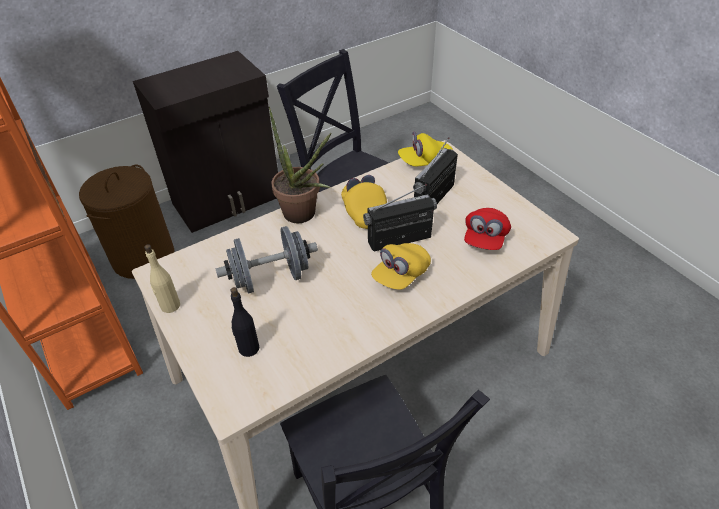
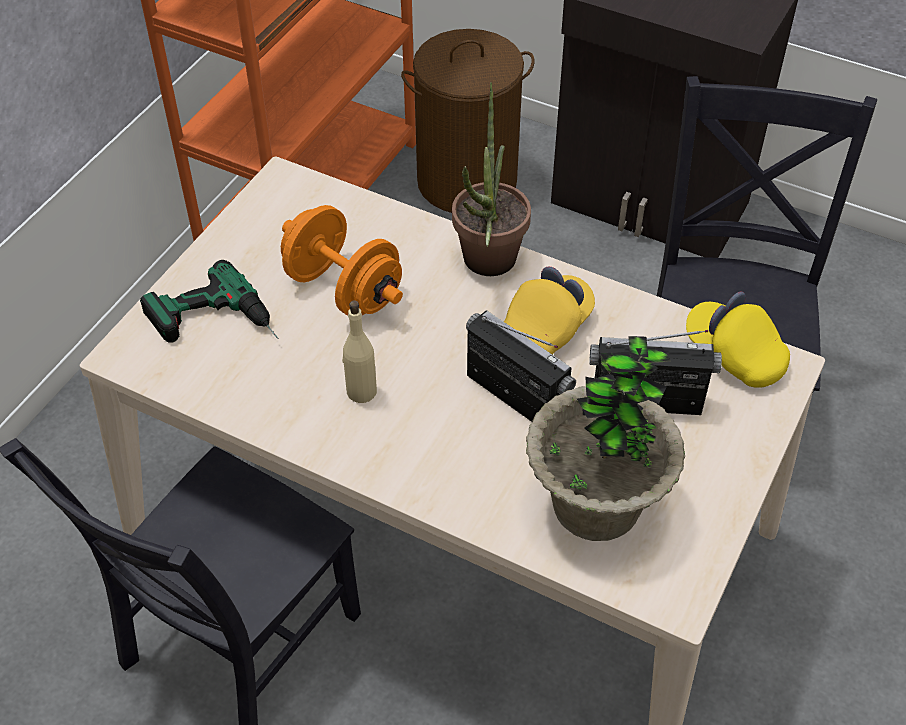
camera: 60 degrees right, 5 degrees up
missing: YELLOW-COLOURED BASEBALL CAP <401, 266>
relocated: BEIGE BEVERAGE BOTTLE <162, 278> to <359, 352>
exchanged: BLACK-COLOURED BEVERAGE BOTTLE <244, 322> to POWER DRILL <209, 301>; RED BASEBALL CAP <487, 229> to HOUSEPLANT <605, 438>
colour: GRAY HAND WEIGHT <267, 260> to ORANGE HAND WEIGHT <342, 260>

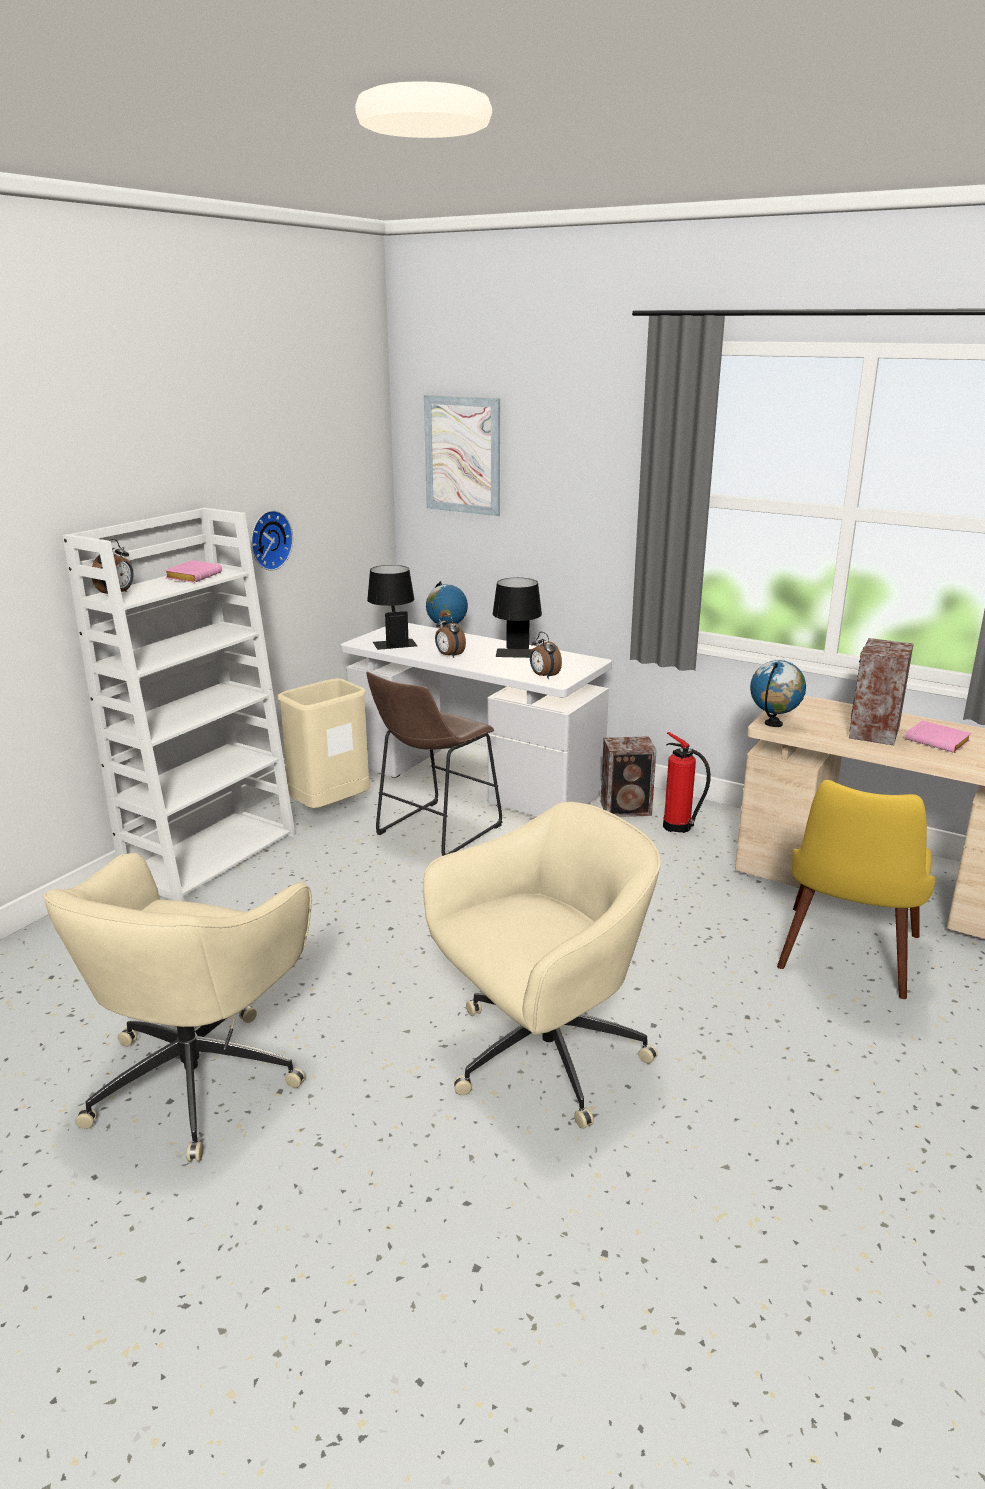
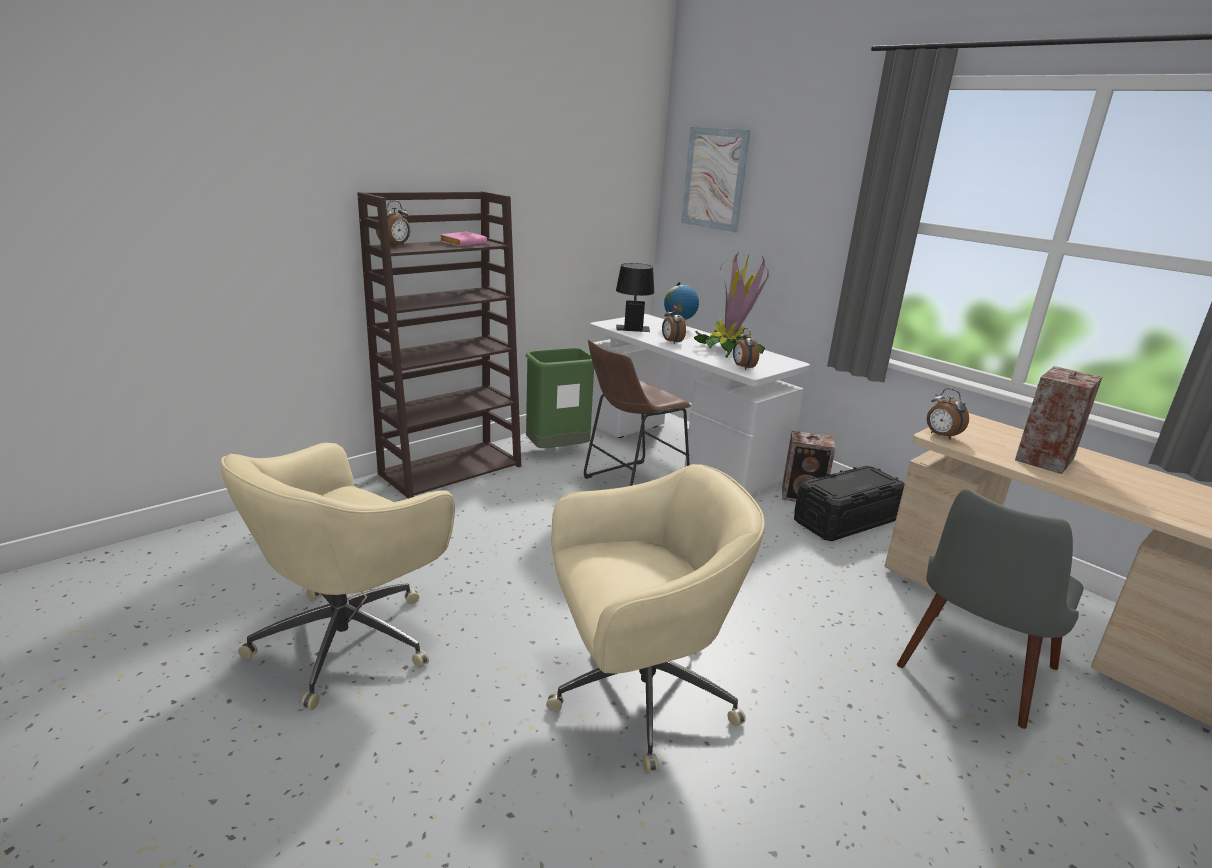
camera: 15 degrees right, 0 degrees up
missing: CLOCK ON THE WALL <272, 540>; PINK VOLUME <938, 736>
exchanged: BLACK-COLOURED TABLETOP LAMP <517, 618> to HOUSEPLANT <731, 305>; FIRE-FIGHTING CYLINDER <687, 782> to BLACK-COLOURED STORAGE CONTAINER <849, 503>; GLOBE <778, 693> to TABLE CLOCK <948, 414>
colour: WHITE-COLOURED BOOKCASE <179, 704> to BROWN-COLOURED BOOKCASE <439, 345>; BEIGE WASTE BIN <323, 743> to GREENISH WASTE BIN <560, 398>; YELLOW-COLOURED UPRIGHT CHAIR <856, 889> to GRAY UPRIGHT CHAIR <990, 608>

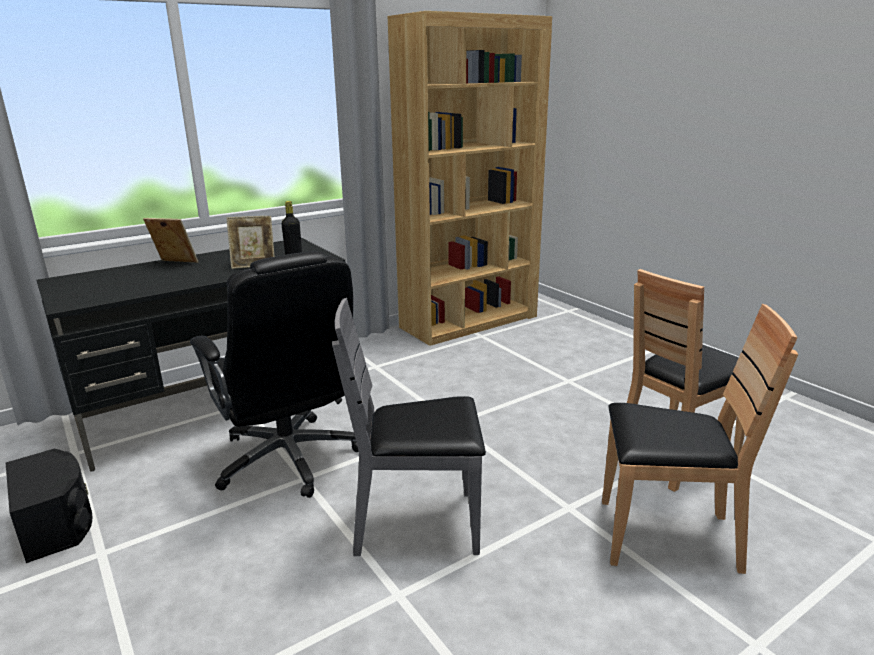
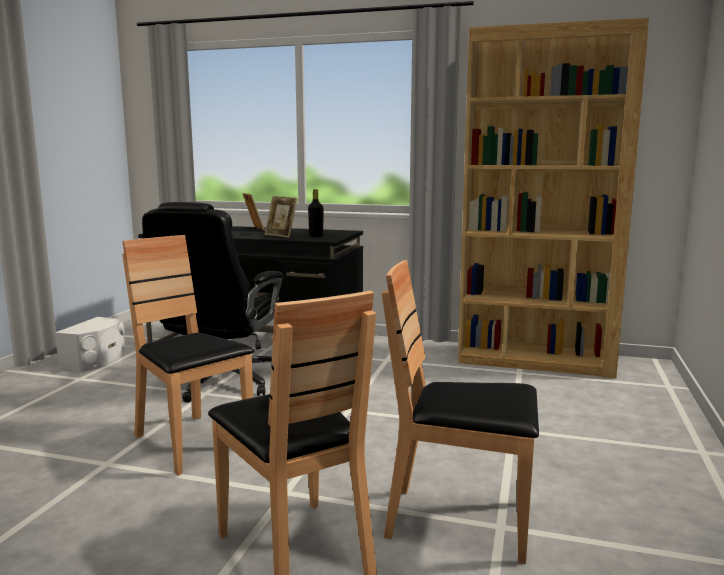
camera: 50 degrees right, 10 degrees down
colour: BLACK-COLOURED LOUDSPEAKER <49, 506> to WHITE-COLOURED LOUDSPEAKER <90, 344>; GRAY UPRIGHT CHAIR <409, 427> to BROWN-COLOURED UPRIGHT CHAIR <188, 355>

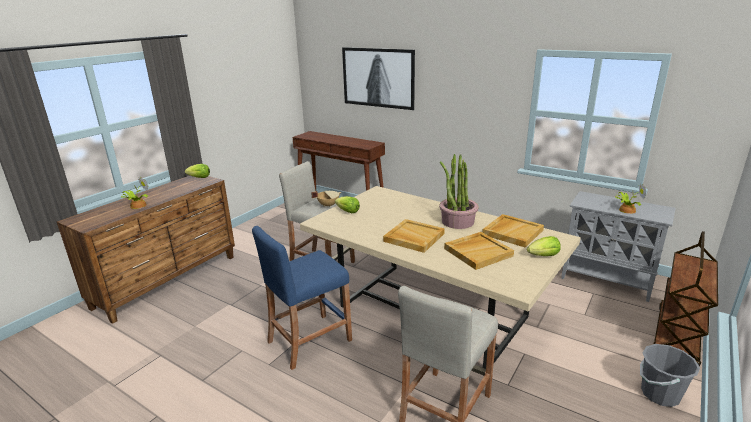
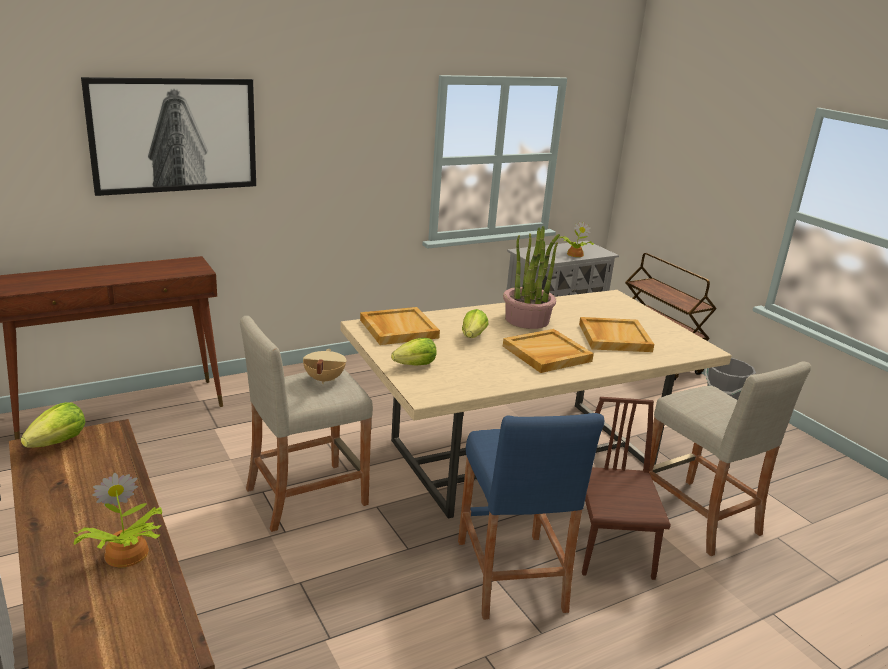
camera: 65 degrees left, 0 degrees up
appeared: BROWN-COLOURED UPRIGHT CHAIR <626, 488>
relocated: BEIGE TRAY <513, 230> to <400, 326>; HEAD OF LETTUCE <544, 246> to <475, 323>

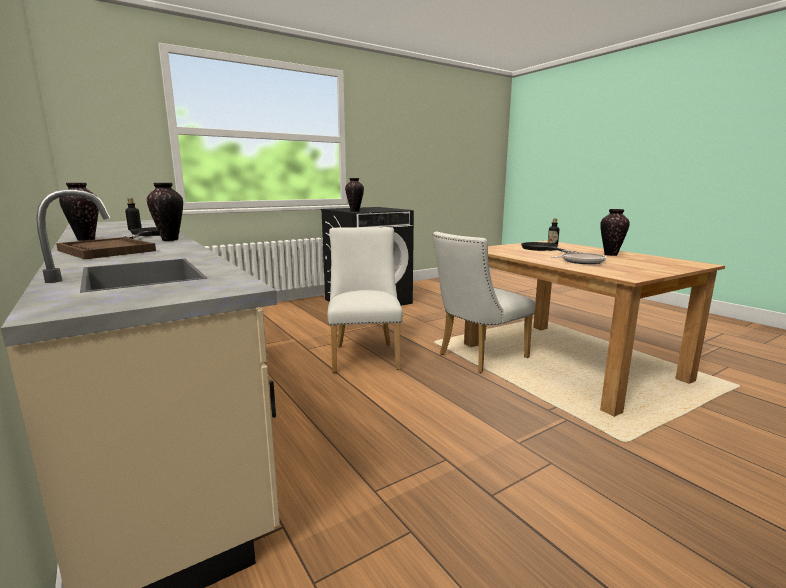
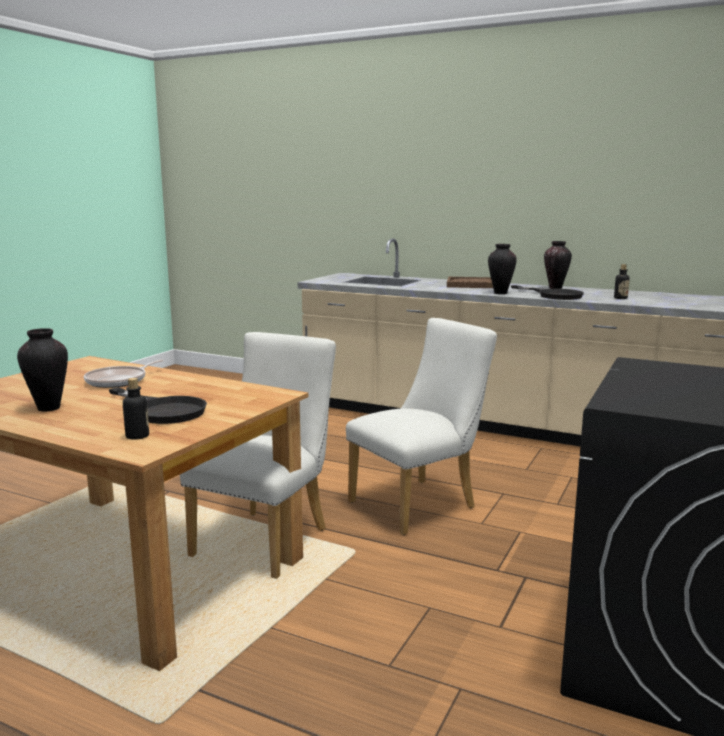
camera: 150 degrees right, 0 degrees up
missing: DECORATIVE VASE <354, 195>
spun: WHITE-COLOURED UPRIGHT CHAIR <365, 300> = <421, 426> 90 degrees counterclockwise

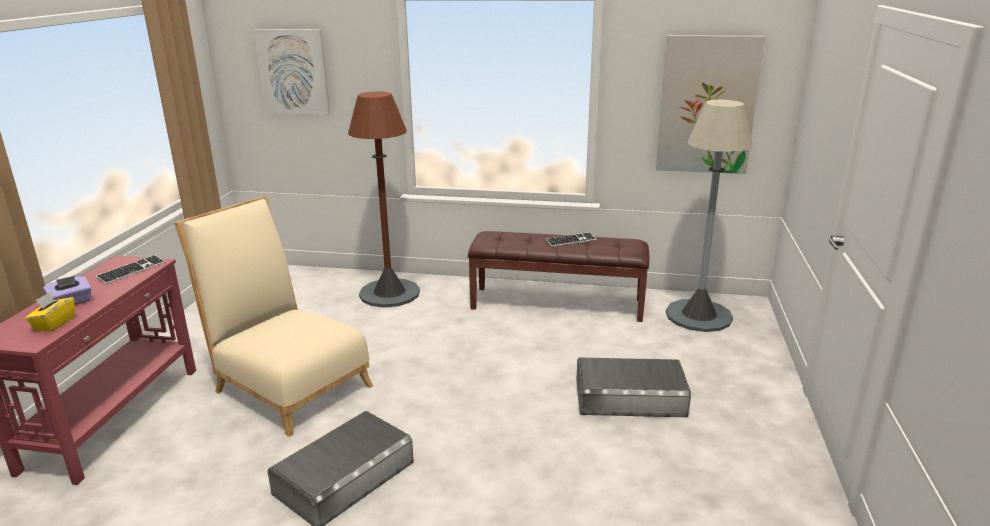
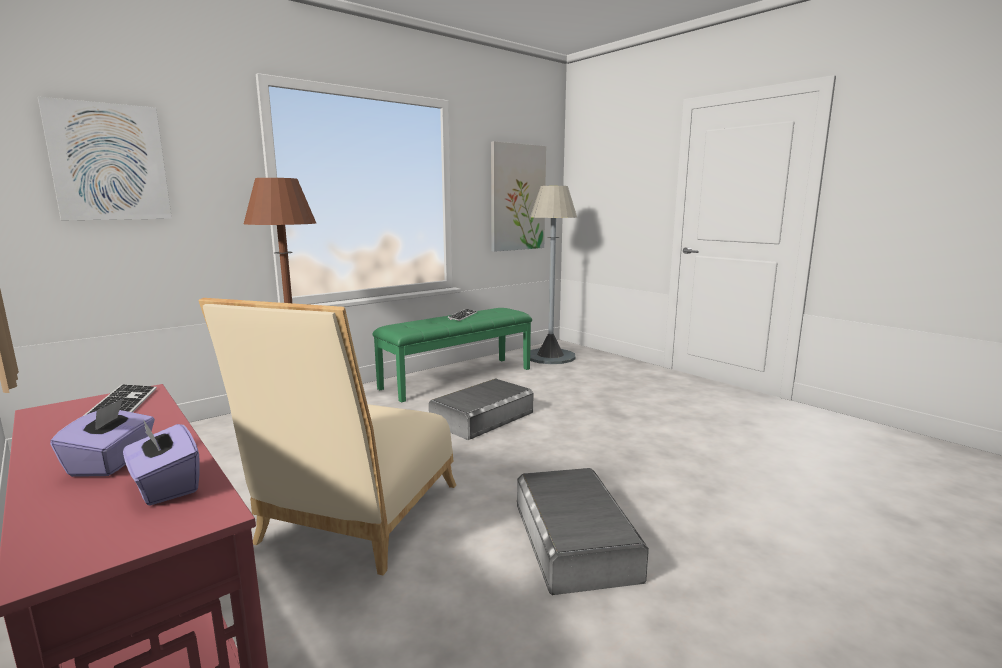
camera: 50 degrees left, 10 degrees down
relocated: GRAY STORAGE CONTAINER <633, 387> to <481, 409>
colour: YELLOW-COLOURED BOX OF TISSUES <50, 312> to PURPLISH BOX OF TISSUES <161, 462>; BROWN-COLOURED INDOOR BENCH <559, 276> to GREENISH INDOOR BENCH <452, 355>
spun: BEIGE UPRIGHT CHAIR <273, 316> = <327, 437> 60 degrees counterclockwise

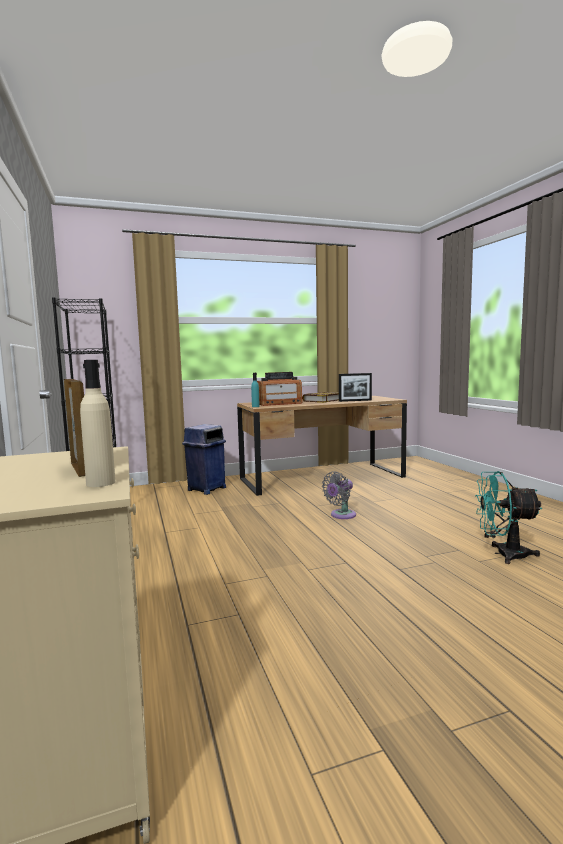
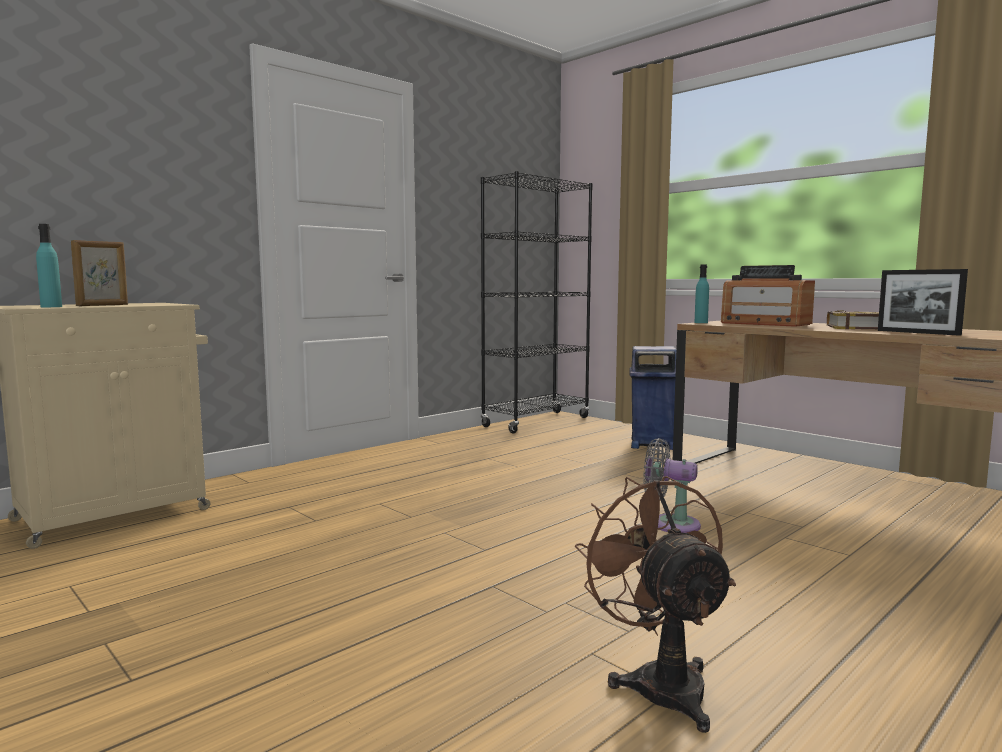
camera: 65 degrees right, 0 degrees up
colour: BEIGE BEVERAGE BOTTLE <97, 423> to TURQUOISE-COLOURED BEVERAGE BOTTLE <49, 265>; TURQUOISE-COLOURED ELECTRIC FAN <509, 517> to BROWN-COLOURED ELECTRIC FAN <655, 604>

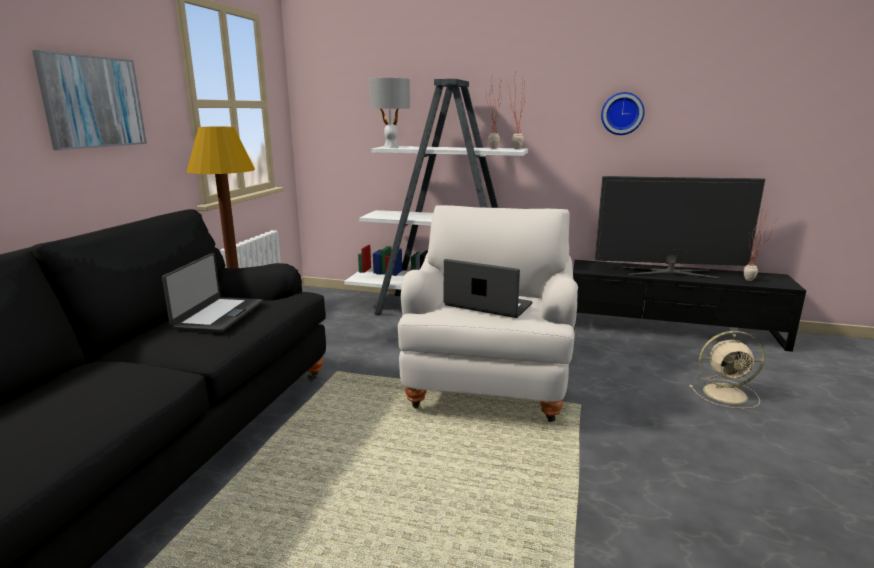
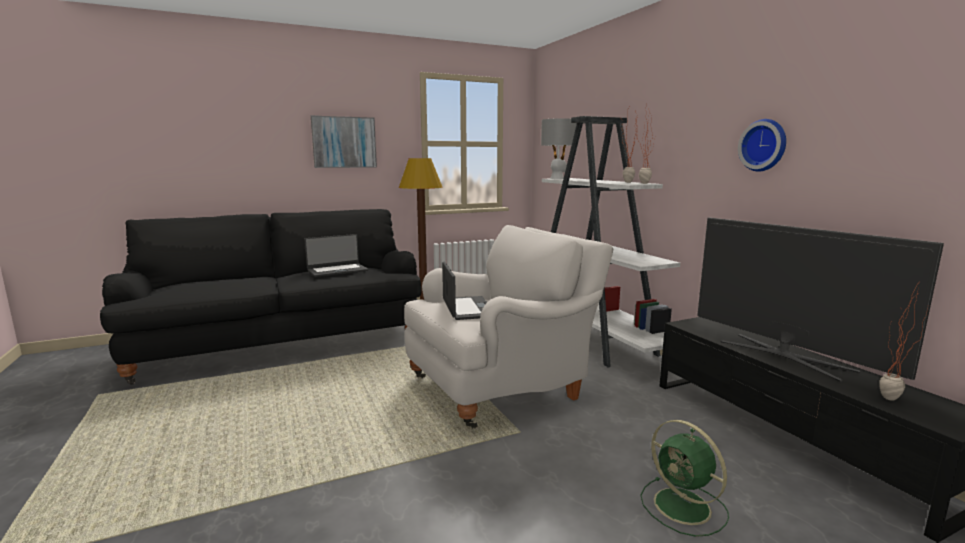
camera: 50 degrees right, 5 degrees down
colour: BEIGE ELECTRIC FAN <727, 370> to GREENISH ELECTRIC FAN <684, 478>

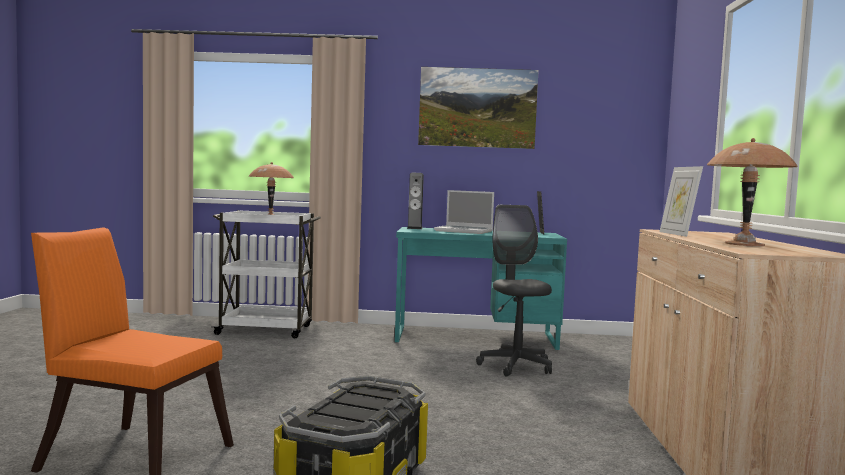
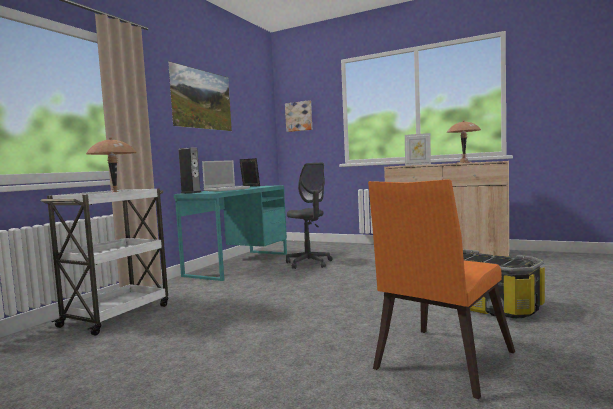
camera: 65 degrees left, 0 degrees up
appeared: WALL ART <298, 116>
spun: GRAY OFFICE CHAIR <514, 291> = <309, 216> 135 degrees counterclockwise

